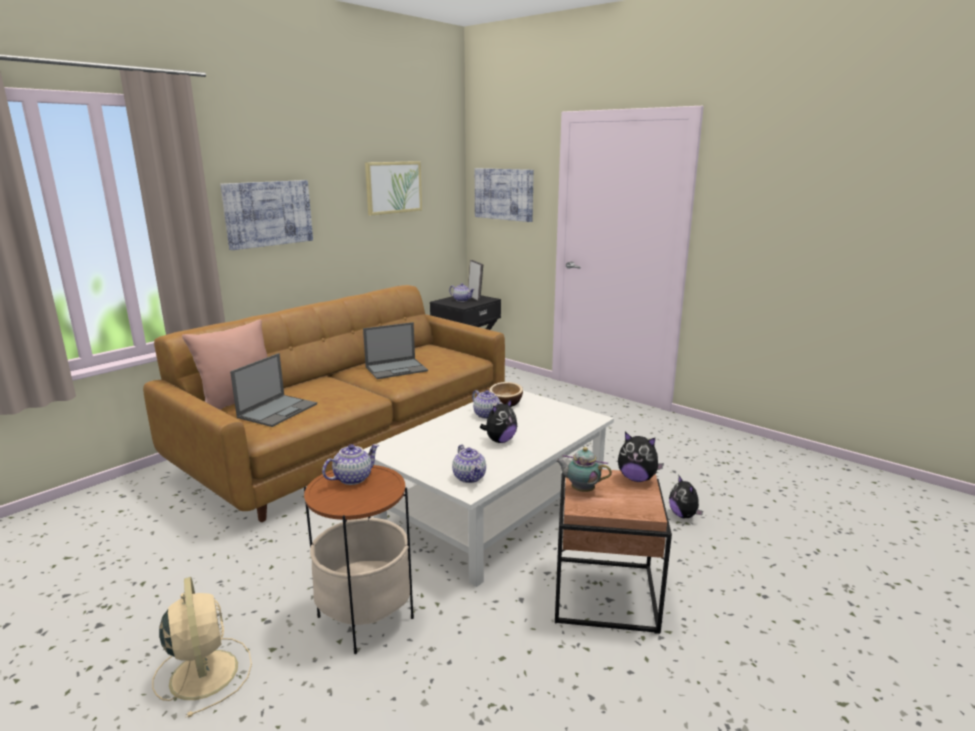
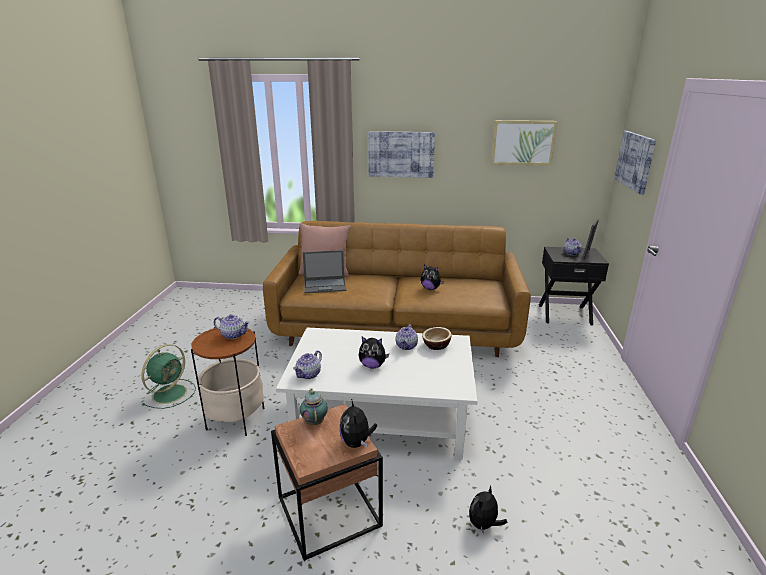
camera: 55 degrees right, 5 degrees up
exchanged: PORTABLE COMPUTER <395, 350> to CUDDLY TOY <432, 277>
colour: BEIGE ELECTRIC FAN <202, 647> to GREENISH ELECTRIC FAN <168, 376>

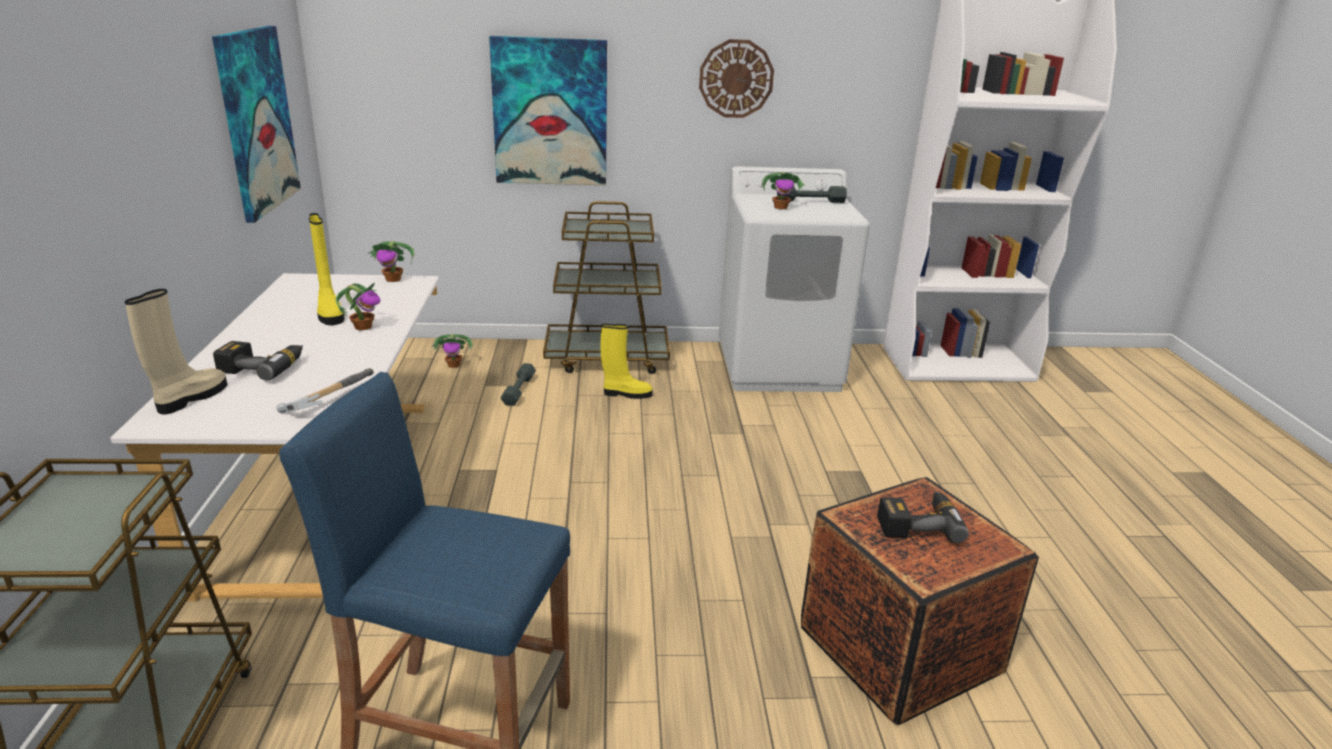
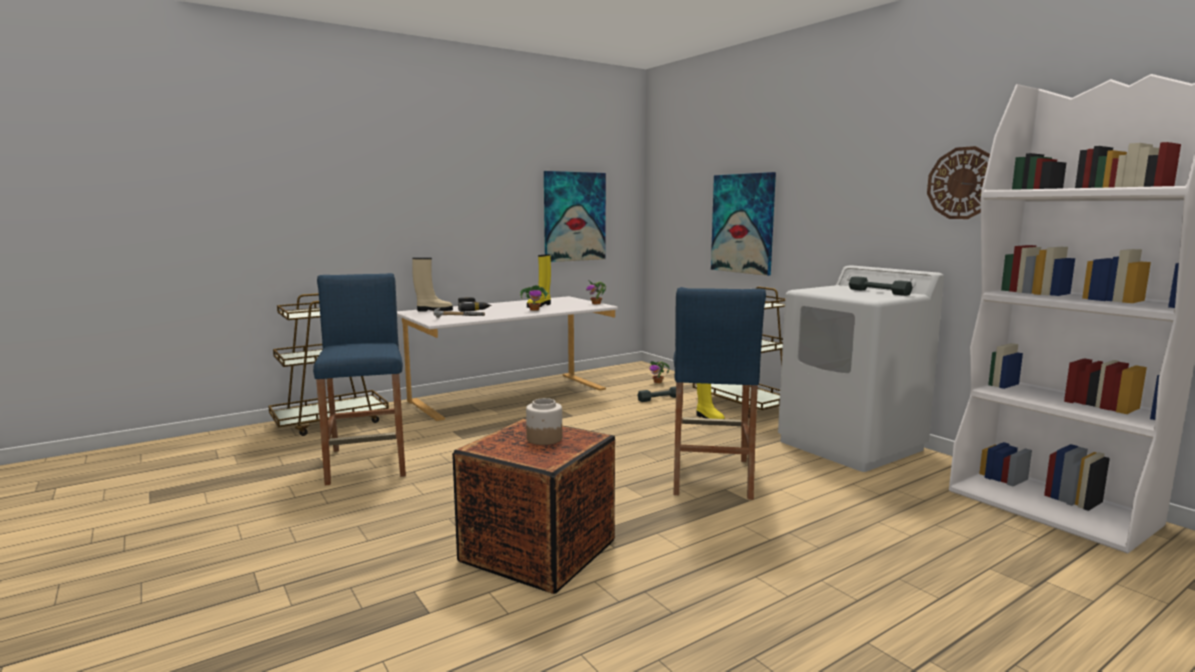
camera: 60 degrees right, 15 degrees down
missing: HOUSEPLANT <783, 190>
appeared: BLUE-COLOURED STOOL SEAT <719, 393>
relocated: CLOCK ON THE WALL <736, 78> to <958, 182>
exchanged: POWER DRILL <923, 517> to JAR <544, 421>

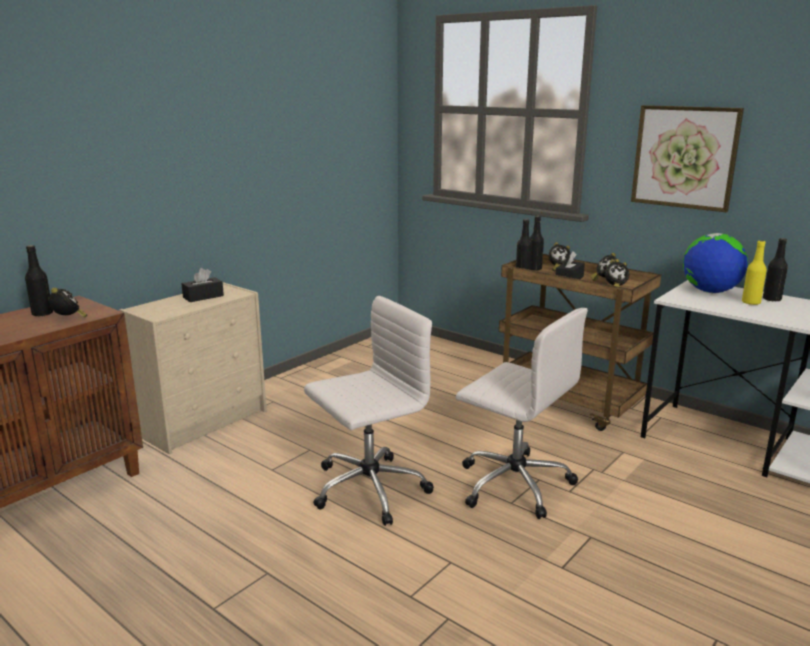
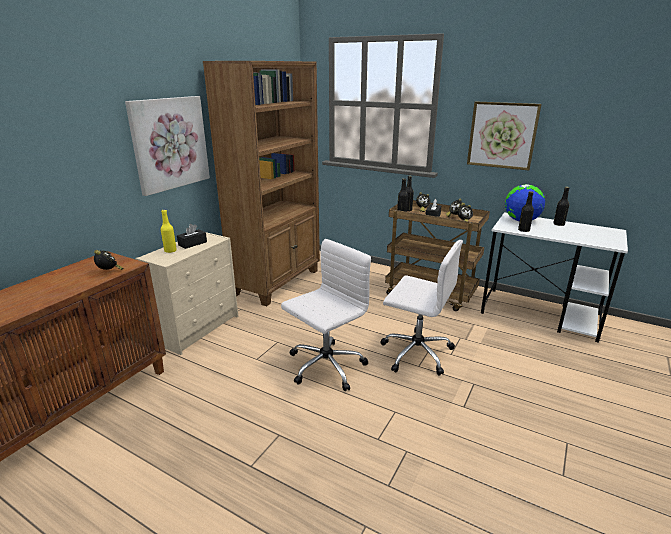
camera: 10 degrees left, 5 degrees up
appeared: WALL ART <167, 146>; BROWN-COLOURED BOOKCASE <261, 183>
relocated: BLACK-COLOURED BEVERAGE BOTTLE <39, 281> to <526, 211>; YELLOW-COLOURED BEVERAGE BOTTLE <754, 272> to <169, 231>

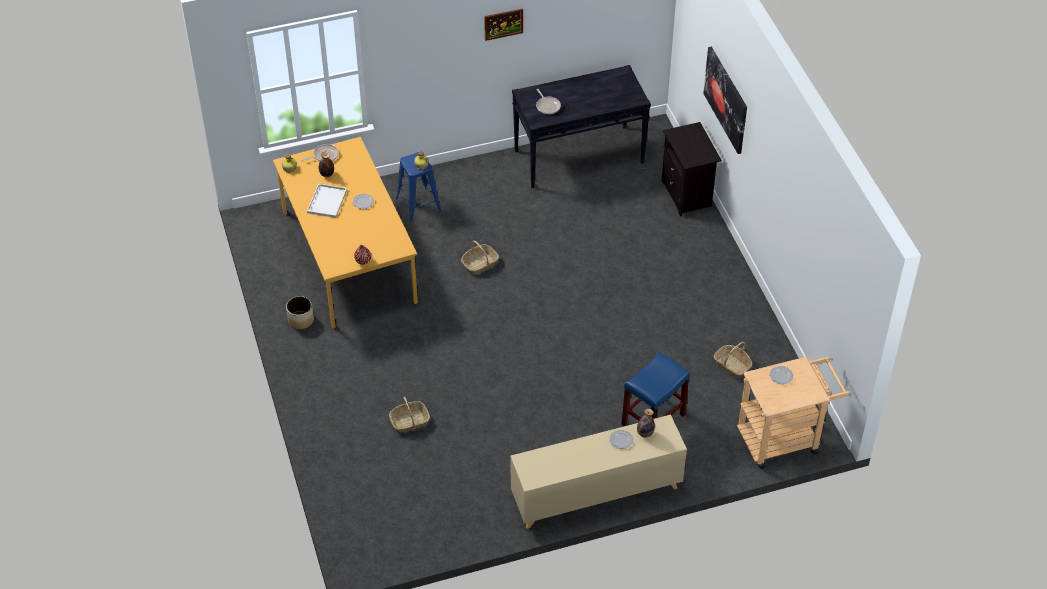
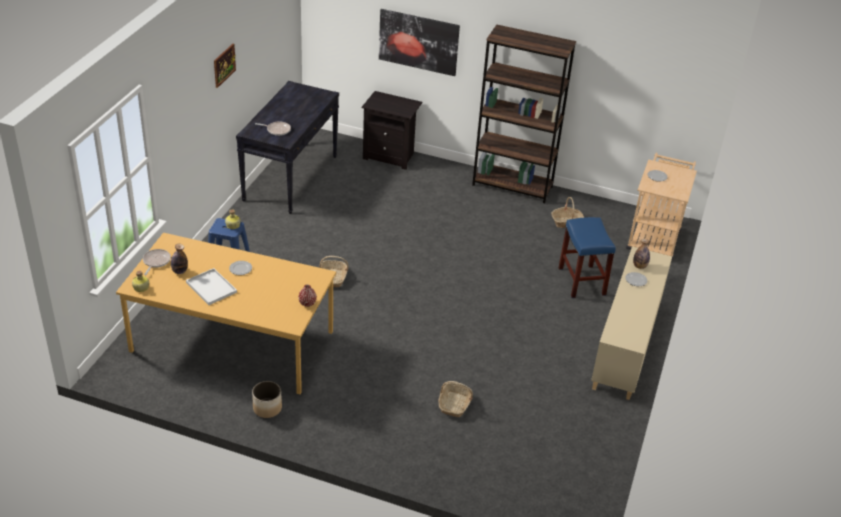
camera: 55 degrees left, 10 degrees down
appeared: BROWN-COLOURED BOOKCASE <524, 114>

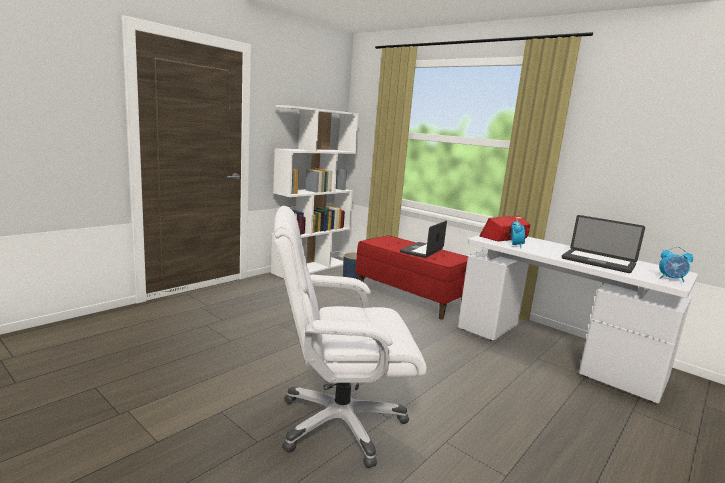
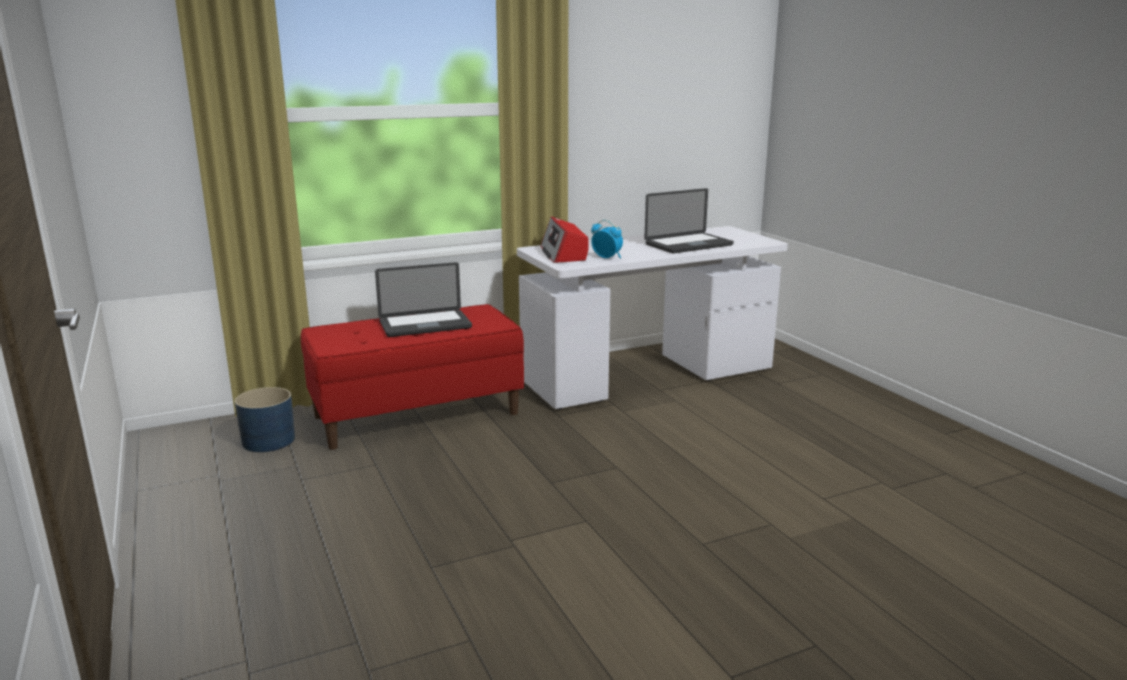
camera: 65 degrees left, 5 degrees up
missing: WHITE-COLOURED BOOKCASE <315, 191>; WHITE-COLOURED OFFICE CHAIR <350, 337>; TABLE CLOCK <676, 264>
spun: PORTABLE COMPUTER <423, 239> = <423, 299> 75 degrees counterclockwise

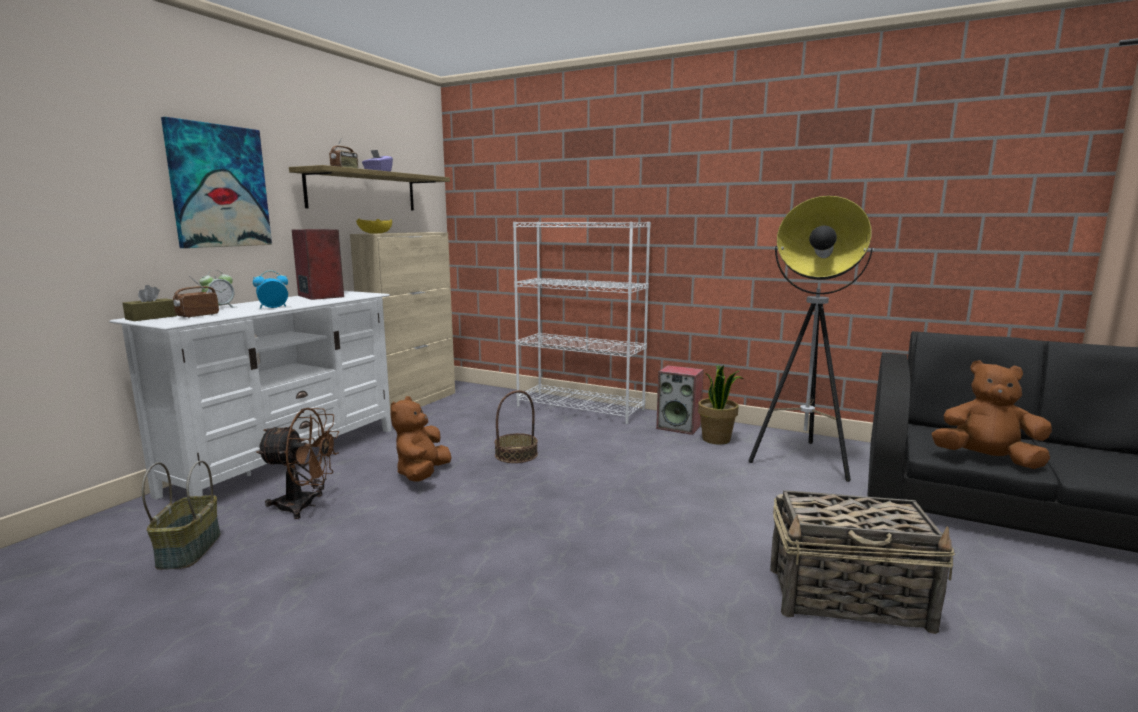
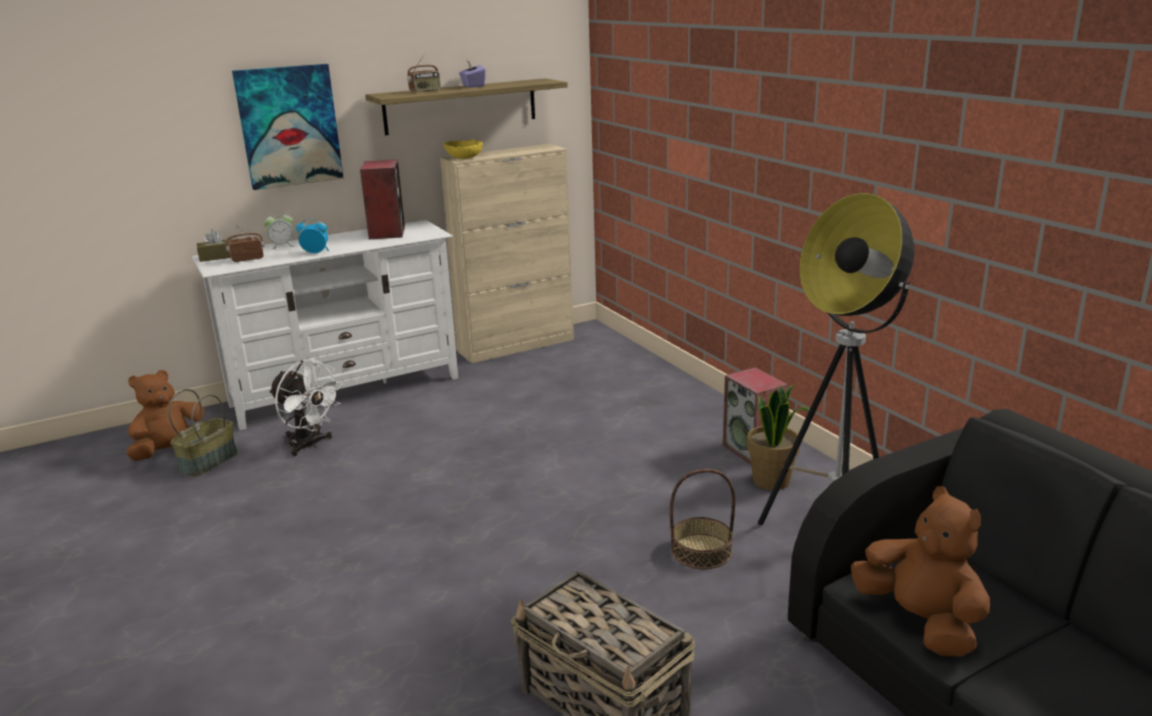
camera: 35 degrees right, 10 degrees up
missing: WHITE-COLOURED BOOKCASE <582, 323>
relocated: BROWN-COLOURED CUDDLY TOY <421, 439> to <165, 415>; BASKET <516, 426> to <702, 519>
colour: BROWN-COLOURED ELECTRIC FAN <297, 463> to WHITE-COLOURED ELECTRIC FAN <306, 407>

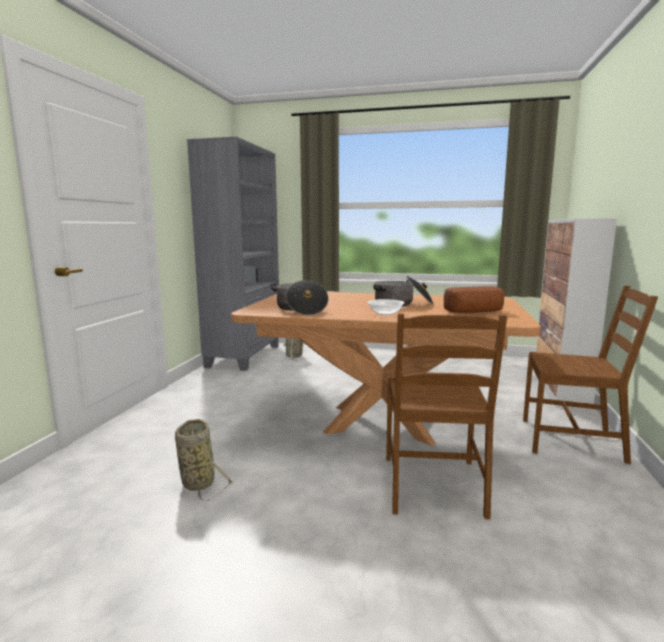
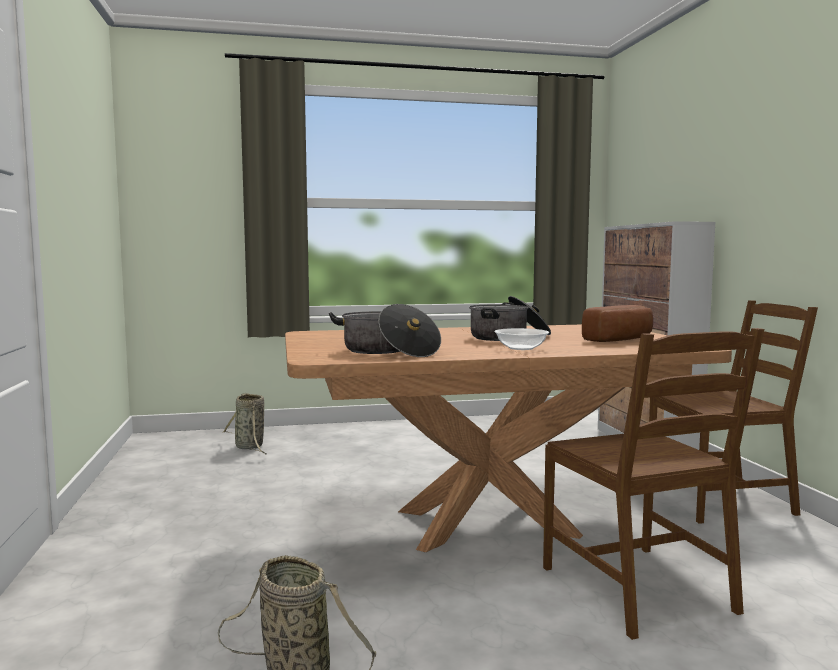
camera: 25 degrees left, 5 degrees down
missing: GRAY BOOKCASE <233, 254>

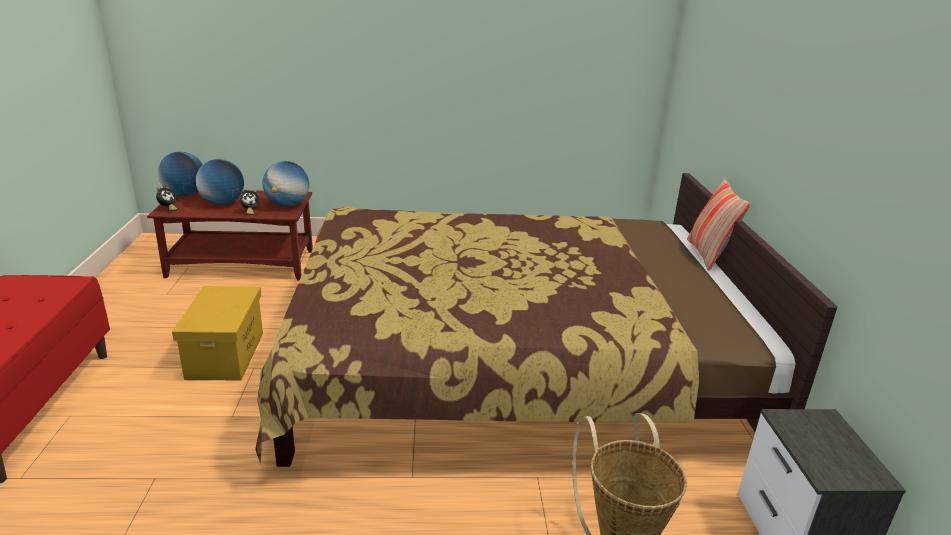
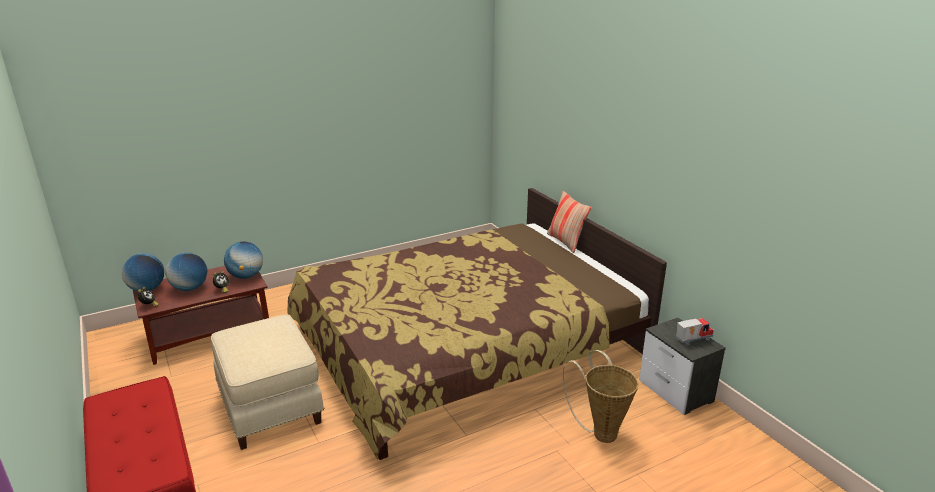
camera: 25 degrees left, 0 degrees up
appeared: MODEL TRUCK <695, 331>
exchanged: YELLOW-COLOURED STORAGE CONTAINER <217, 333> to BEIGE FOOTREST <267, 382>

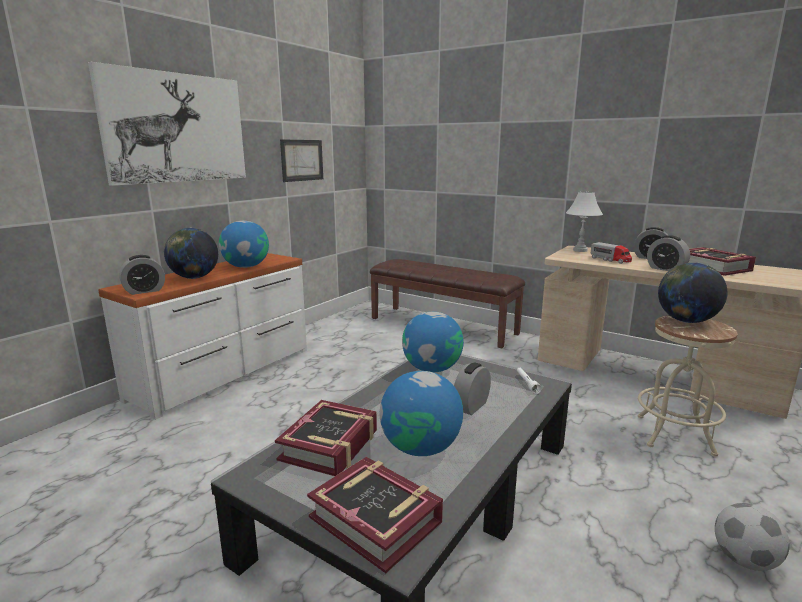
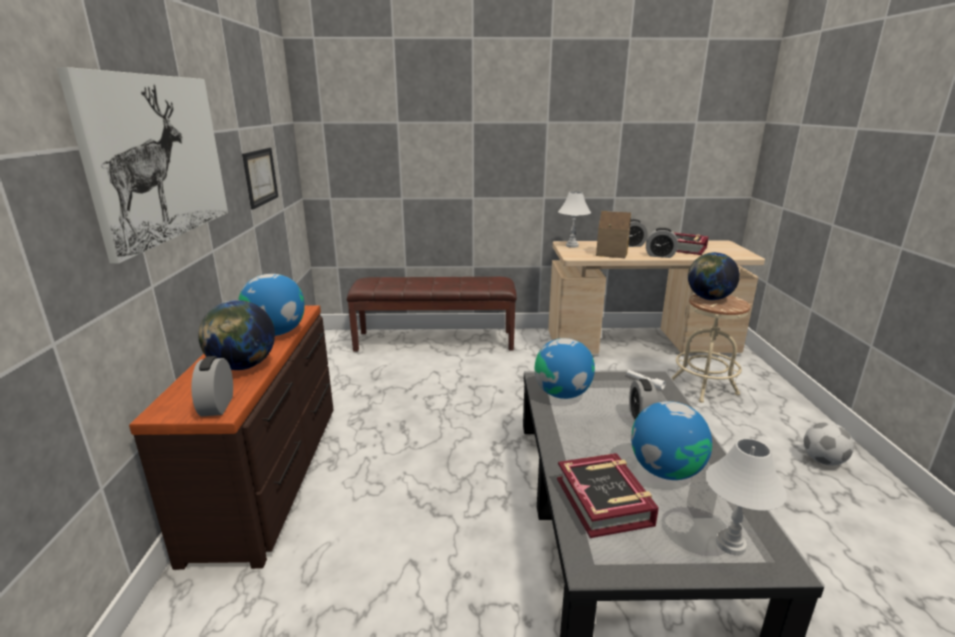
camera: 35 degrees left, 5 degrees up
exchanged: VOLUME <375, 515> to WHITE-COLOURED TABLETOP LAMP <746, 497>; MODEL TRUCK <611, 253> to MODEL HOUSE <613, 234>
colour: WHITE-COLOURED DRAWER CHEST <202, 336> to BROWN-COLOURED DRAWER CHEST <231, 437>
spun: TABLE CLOCK <142, 275> = <212, 386> 150 degrees clockwise

